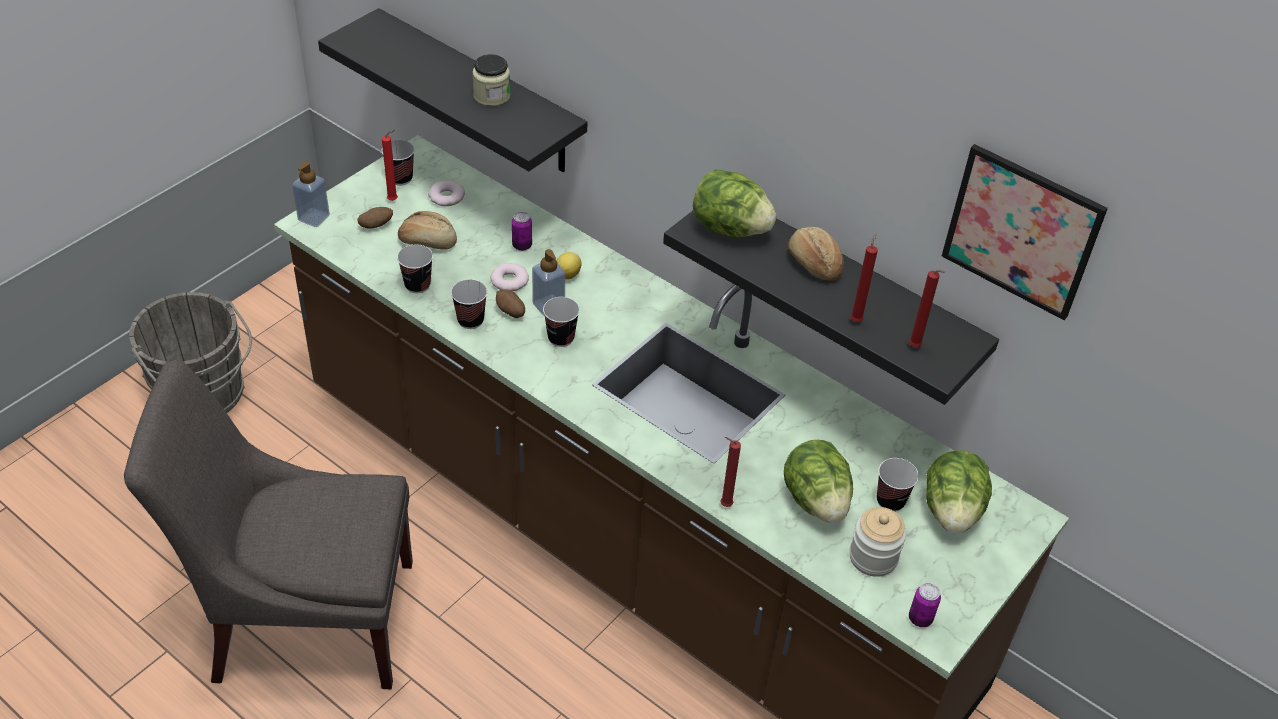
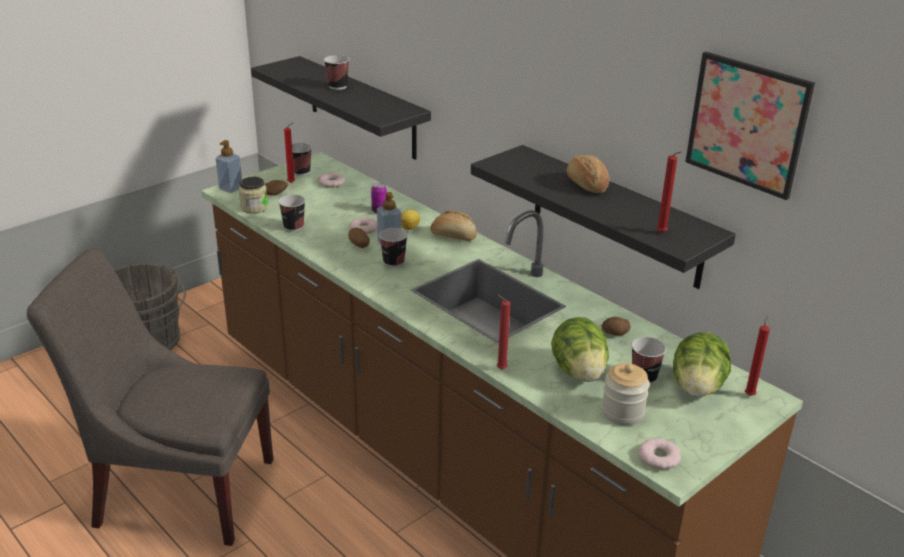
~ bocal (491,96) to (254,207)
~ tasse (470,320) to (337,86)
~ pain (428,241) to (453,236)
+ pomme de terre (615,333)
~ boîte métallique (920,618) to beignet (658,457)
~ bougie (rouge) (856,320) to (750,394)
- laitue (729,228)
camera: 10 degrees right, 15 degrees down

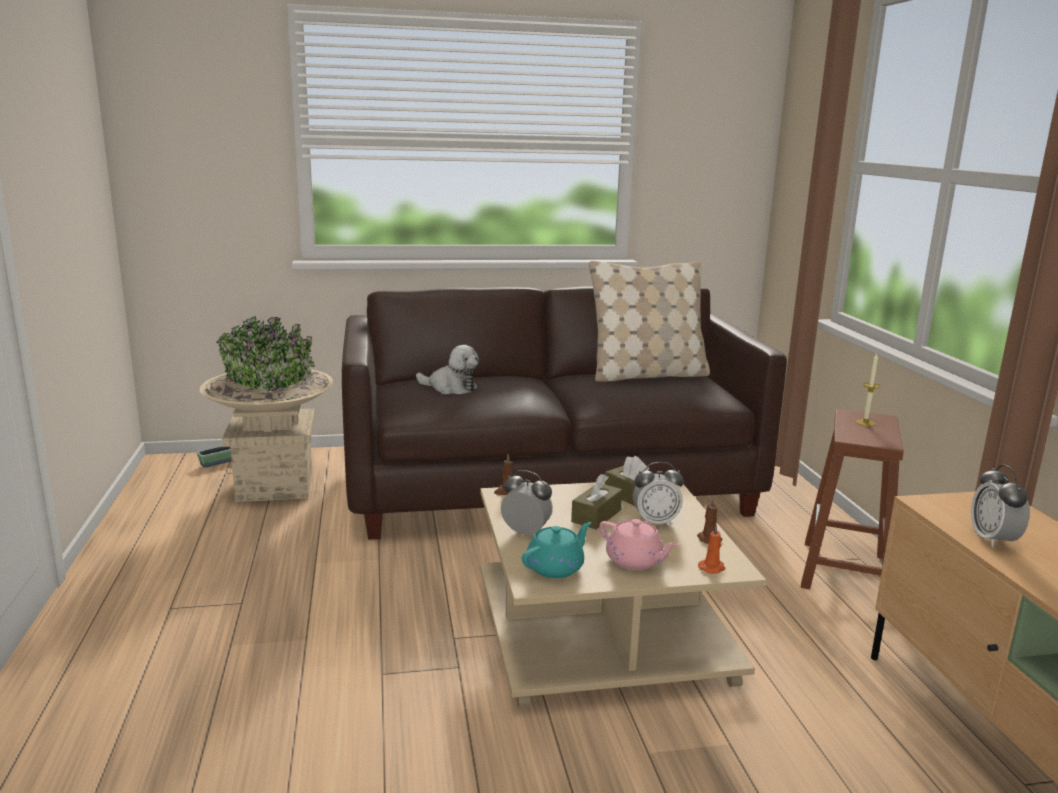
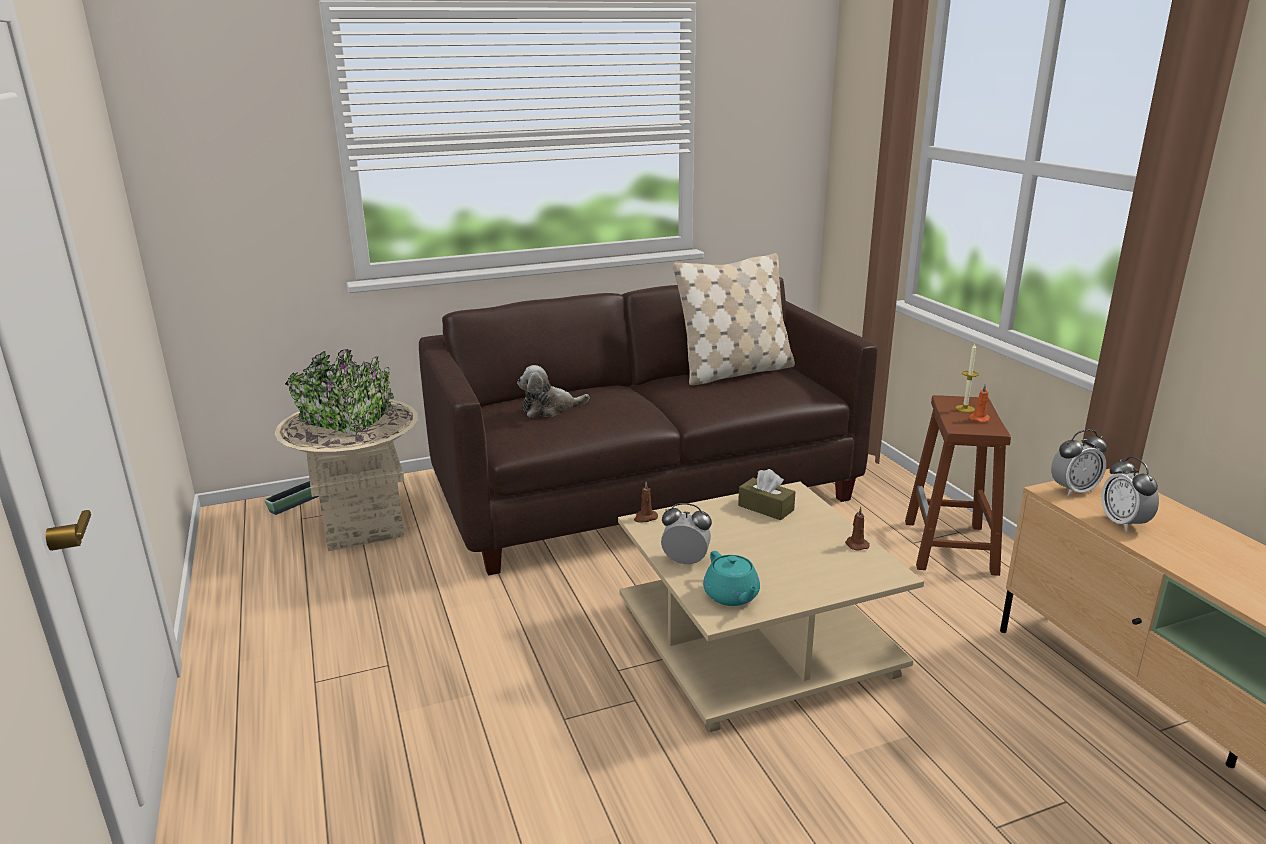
~ peluche (450,388) = (550,409) 150 degrees clockwise
~ théière (turquoise) (556,568) = (732,596) 120 degrees clockwise
~ bougie (orange) (712,568) to (980,419)
~ réveil (655,522) to (1073,490)
- boîte à mouchoirs (marron) (596,516)
- théière (rose) (635,561)
camera: 10 degrees left, 5 degrees up

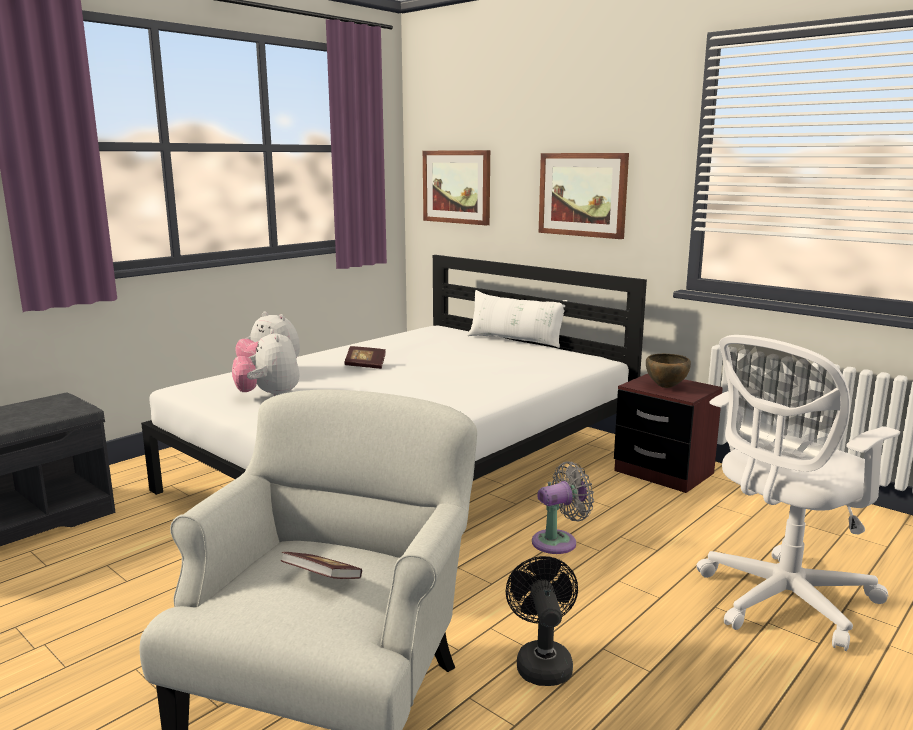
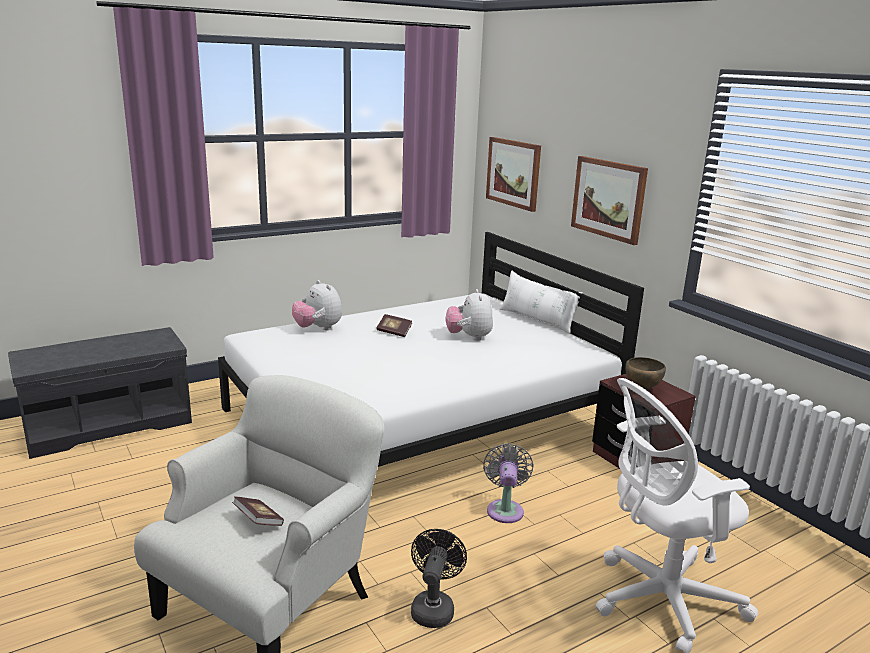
~ peluche (268,396) to (469,337)
~ ventilateur (gris) (558,541) = (505,509) 75 degrees counterclockwise
camera: 15 degrees right, 5 degrees up

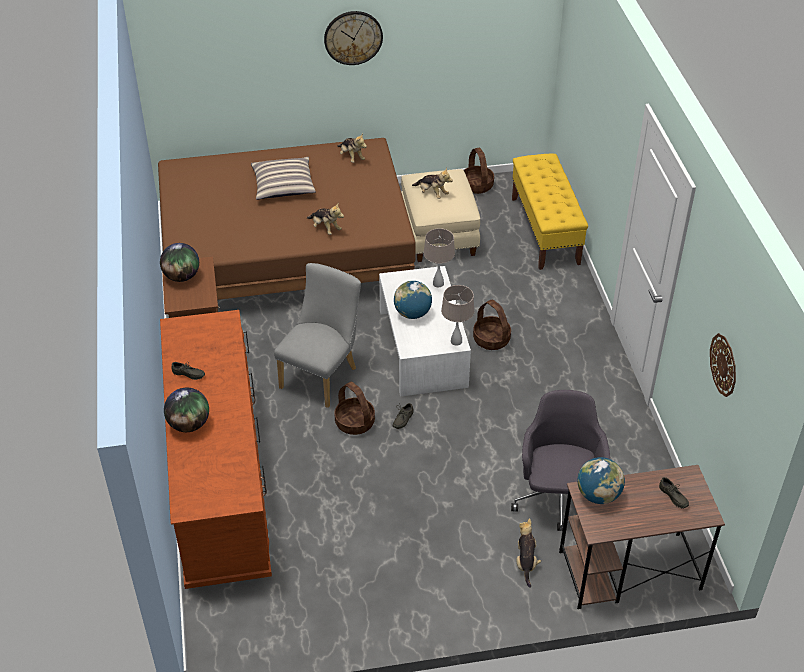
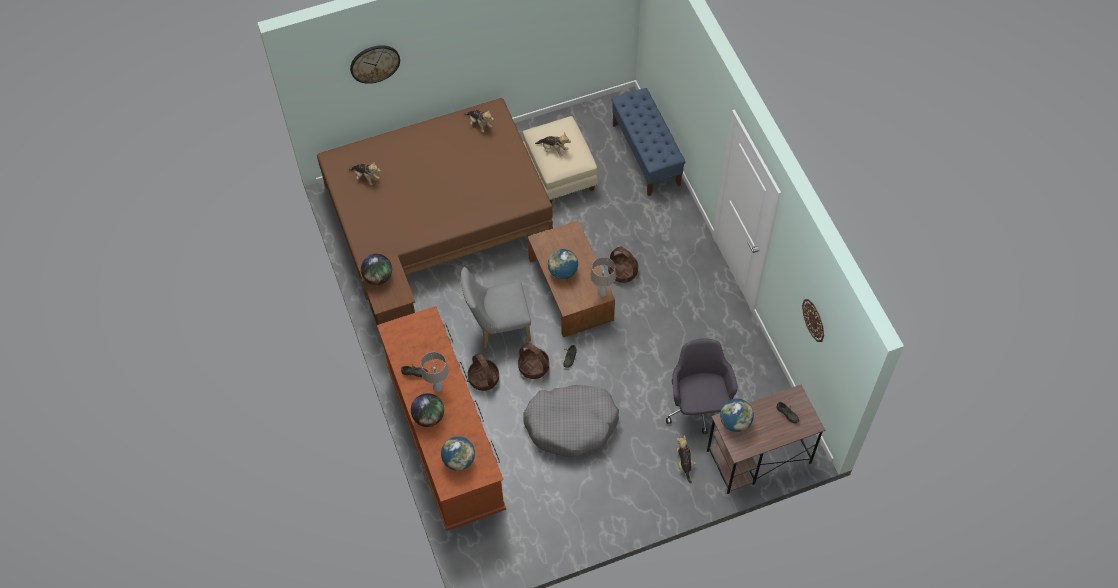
~ peluche (325,228) to (366,177)
~ horloge murale (353,37) to (374,63)
~ lampe de table (beige) (438,283) to (437,387)
+ globe (459,460)
~ chaise (gris) (322,375) = (498,328) 120 degrees counterclockwise
~ panier (476,185) to (483,378)
+ panier pour chien (gris) (571,424)
~ table basse (blanc) (422,348) to table basse (marron) (570,289)
~ banc (jaune) (545,231) to banc (bleu) (646,155)
- coussin (283,185)
camera: 10 degrees left, 15 degrees up

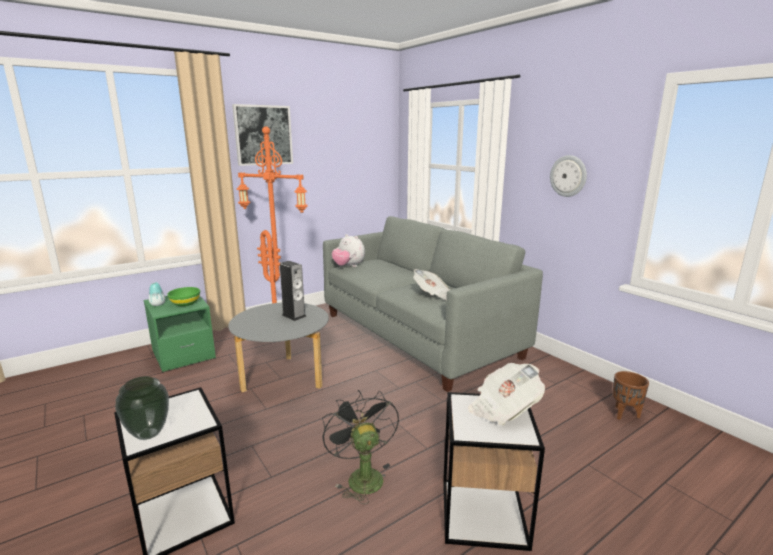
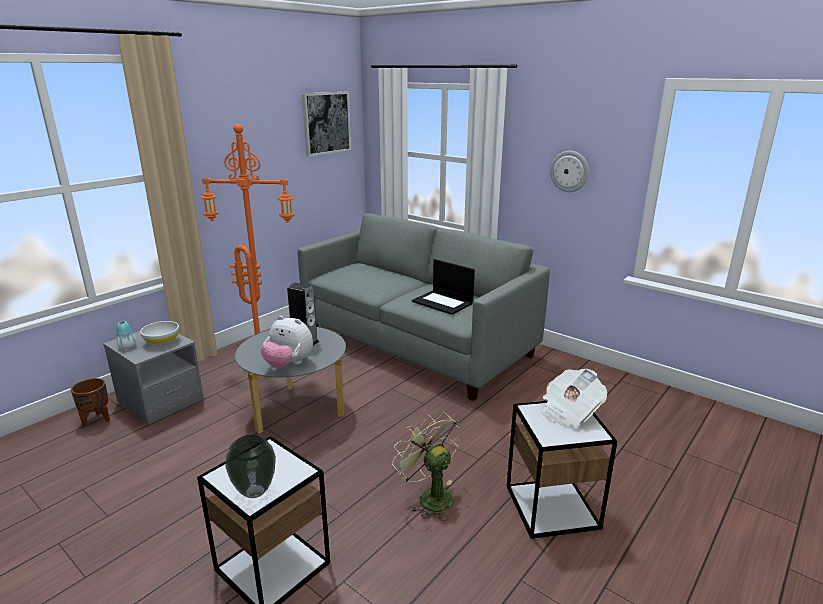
~ cache-pot (marron) (625,414) to (97,420)
~ table de chevet (vert) (183,355) to table de chevet (gris) (160,401)
~ bol (vert) (185,303) to bol (blanc) (162,341)
~ peluche (348,266) to (288,364)
~ tableau (263,135) to (326,123)
~ ventilateur (noir) (361,476) to ventilateur (vert) (430,496)
~ journal (432,295) to ordinateur portable (443,302)
camera: 15 degrees left, 5 degrees up

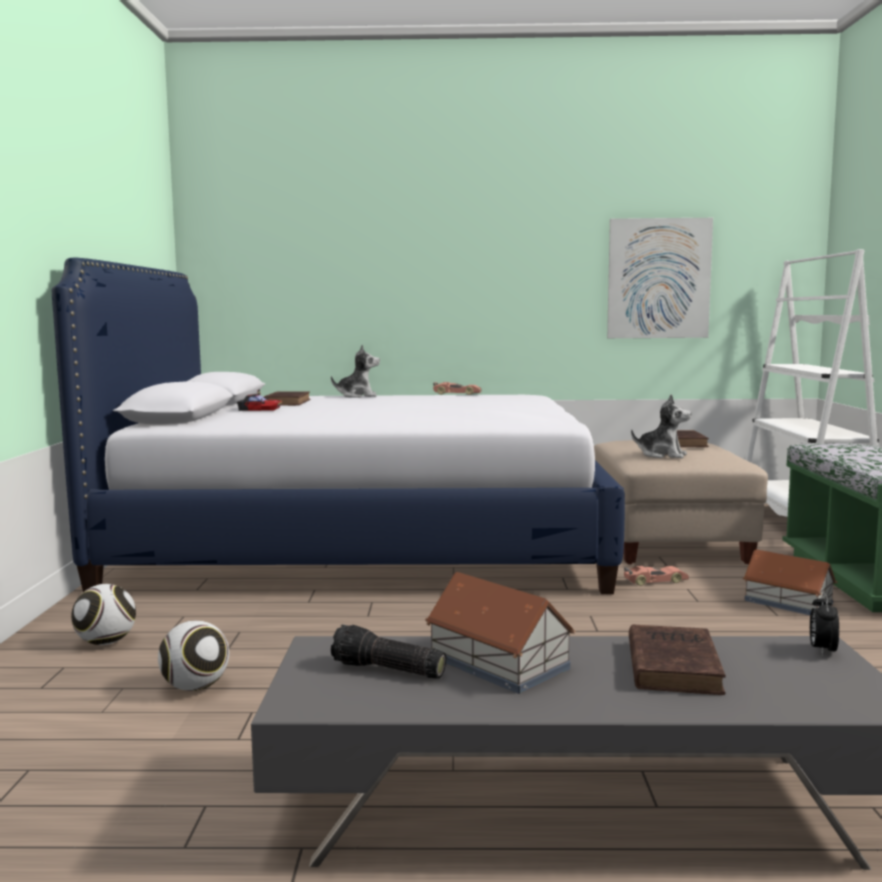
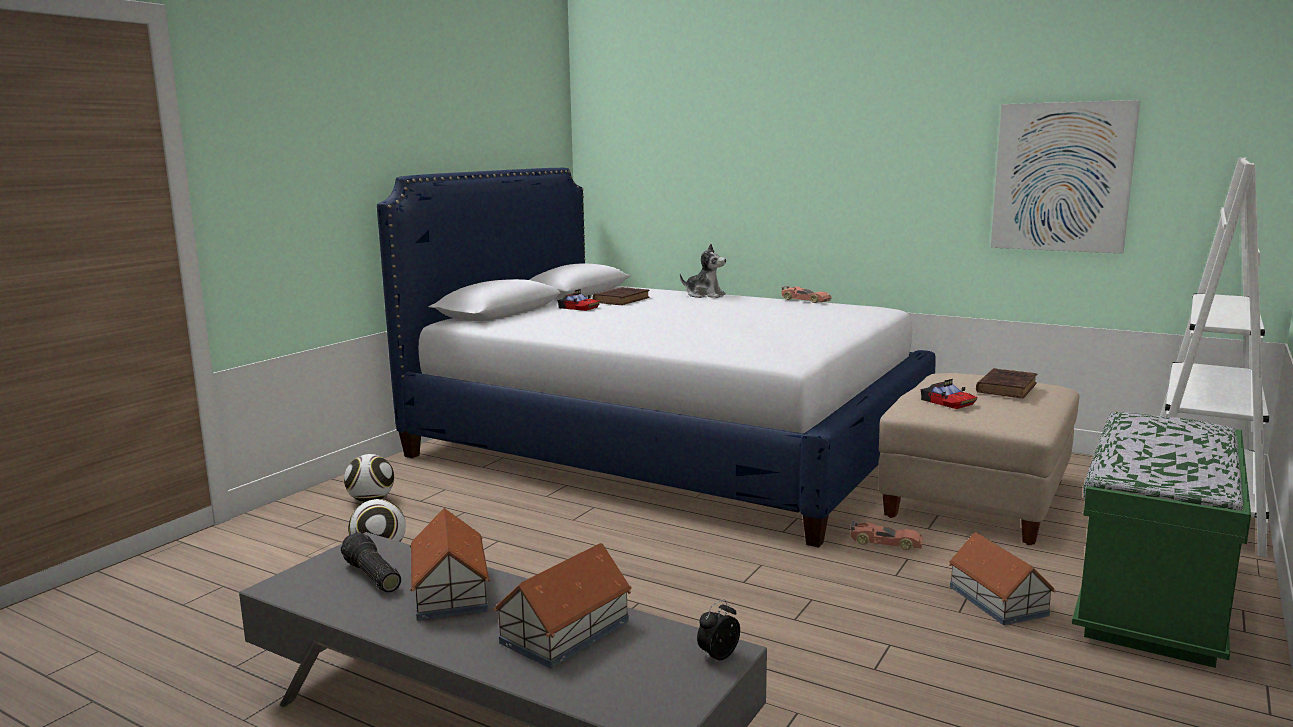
~ livre (marron) (672,665) to maison miniature (566,631)
~ peluche (662,455) to petite voiture (947,402)
camera: 30 degrees right, 5 degrees up

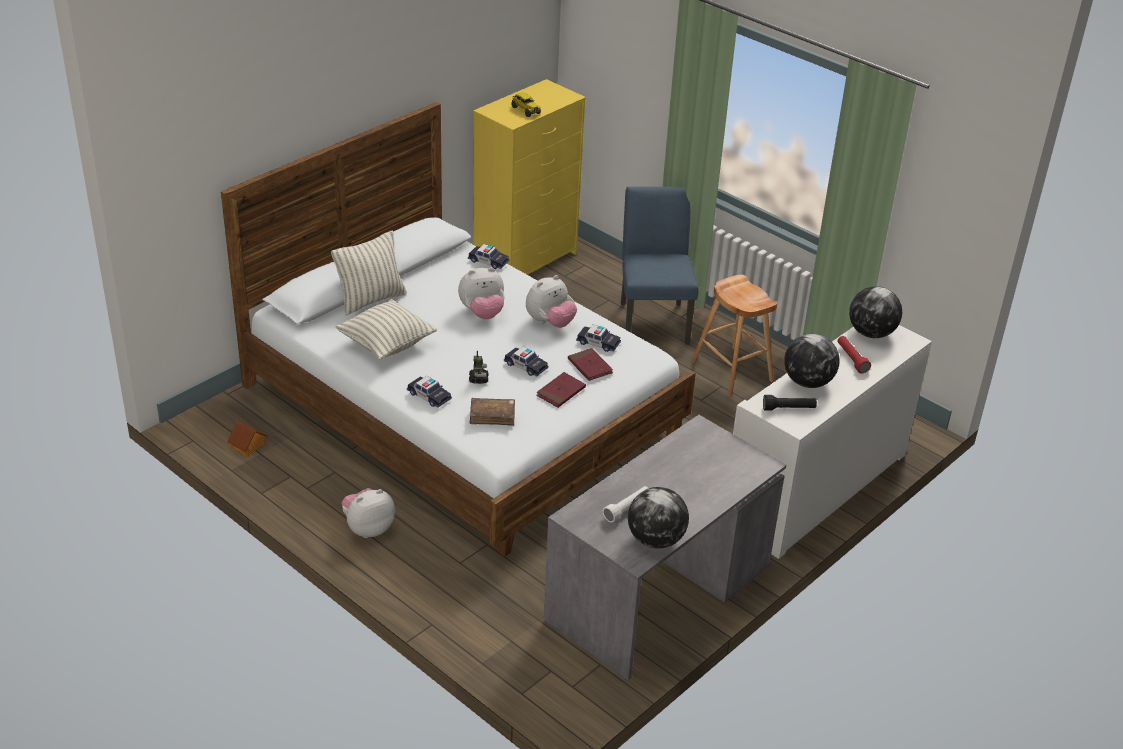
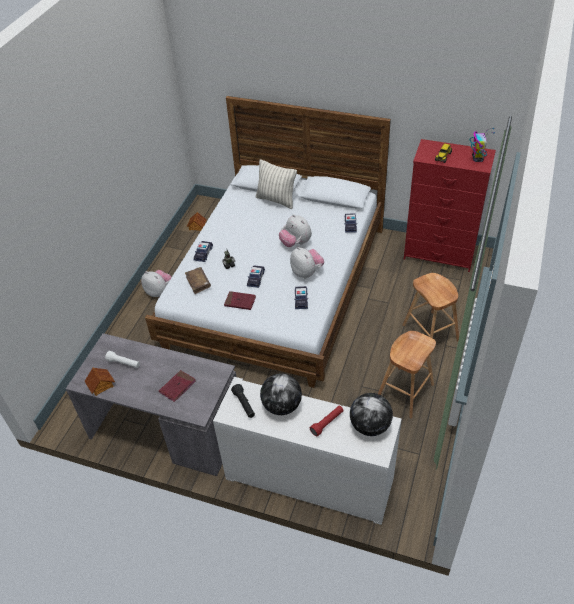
~ globe (656,540) to maison miniature (101,385)
~ livre (rouge) (590,366) to (177,387)
~ peluche (550,323) = (307,272) 150 degrees counterclockwise
~ chaise (bleu) (653,319) to tabouret (marron) (430,332)
~ commode (jaune) (526,261) to commode (rouge) (440,254)
+ robot jouet (477,158)
- coussin (387,345)
camera: 70 degrees right, 10 degrees up

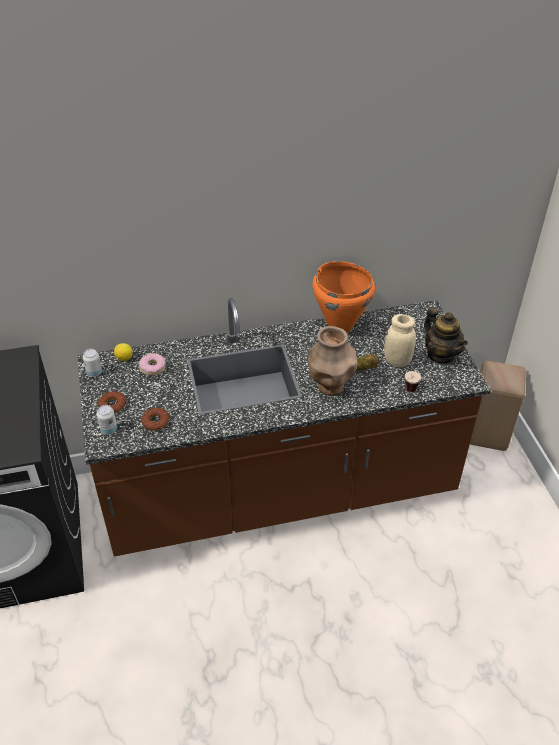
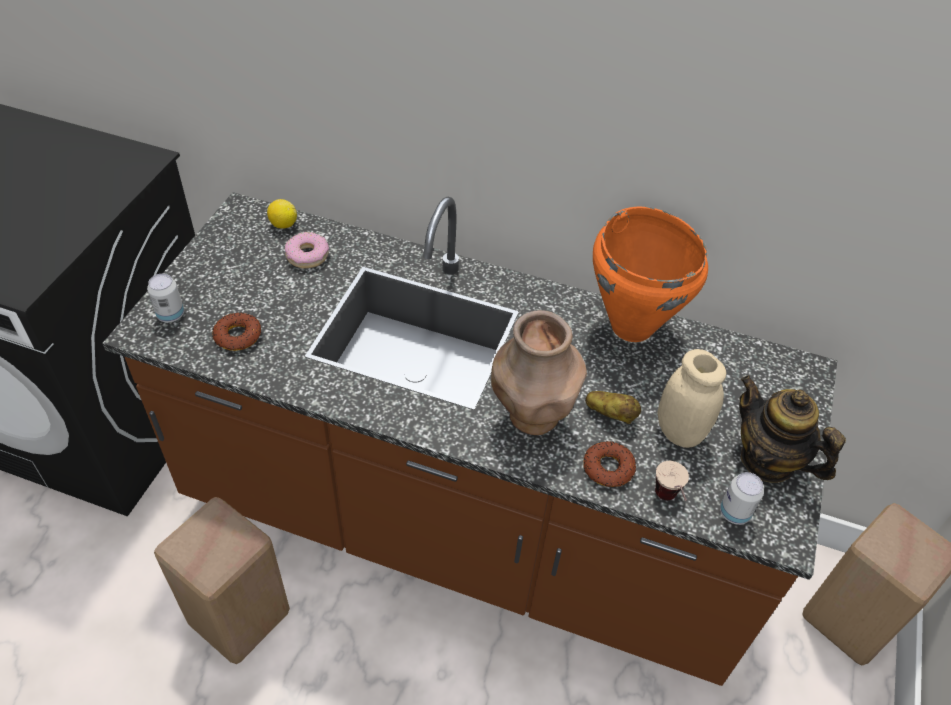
+ tabouret (beige) (236,617)
~ beignet (112,405) to (608,468)
~ boîte métallique (94,372) to (734,513)
~ théière (441,355) = (768,460) 135 degrees clockwise
camera: 30 degrees right, 5 degrees up

